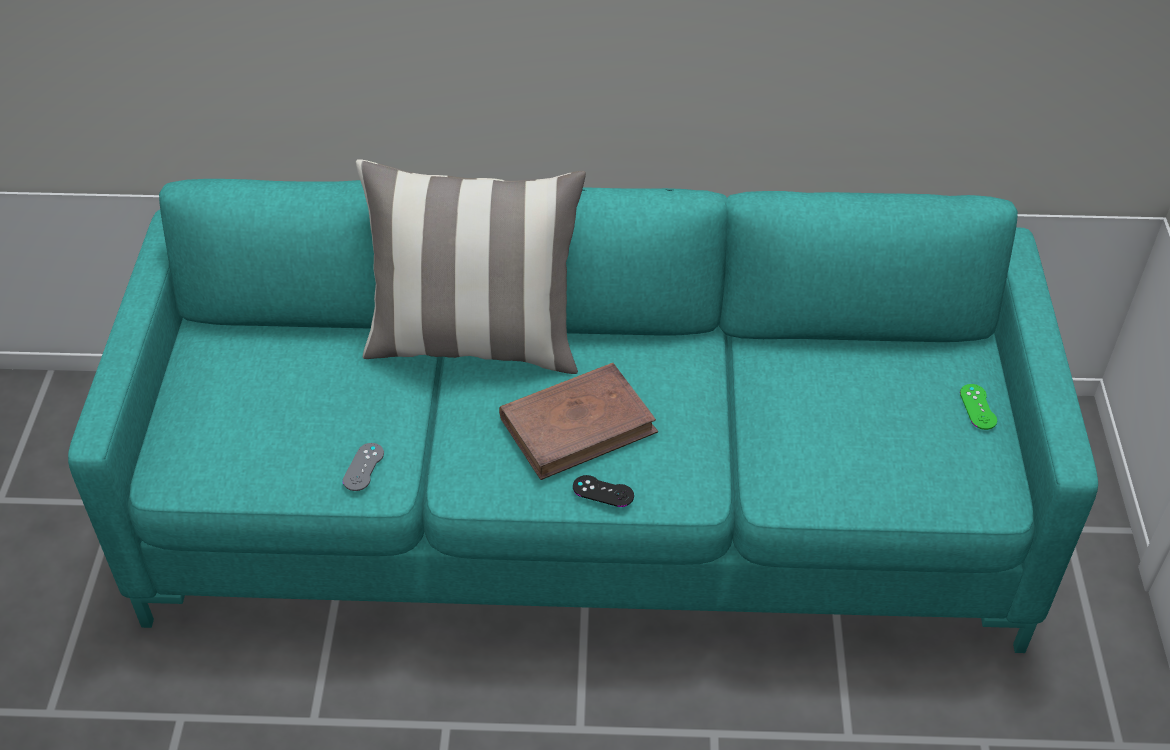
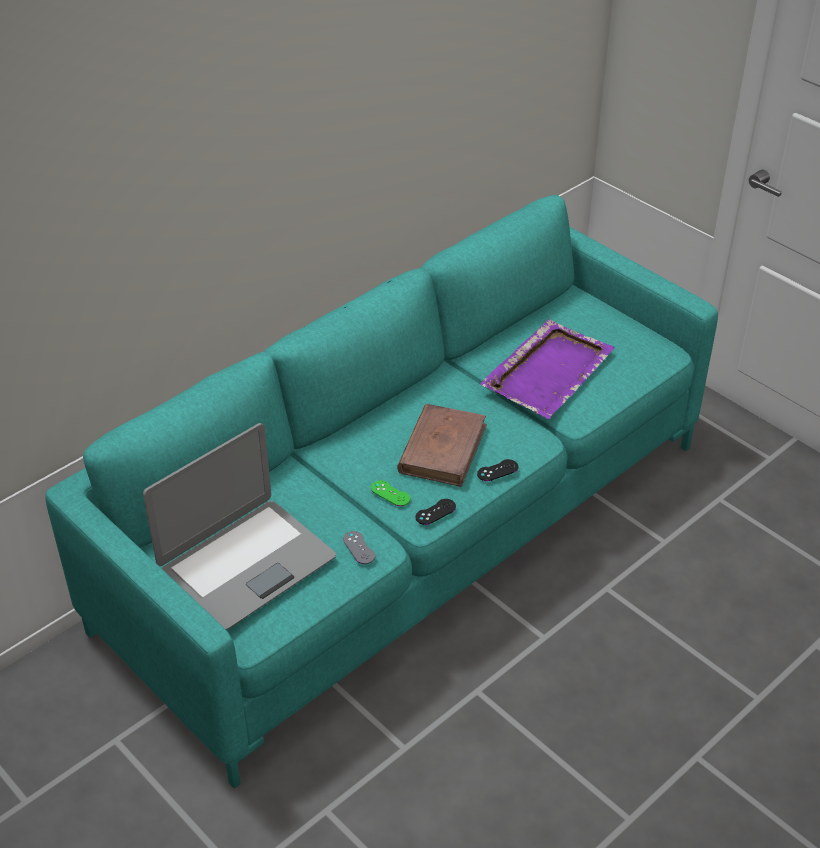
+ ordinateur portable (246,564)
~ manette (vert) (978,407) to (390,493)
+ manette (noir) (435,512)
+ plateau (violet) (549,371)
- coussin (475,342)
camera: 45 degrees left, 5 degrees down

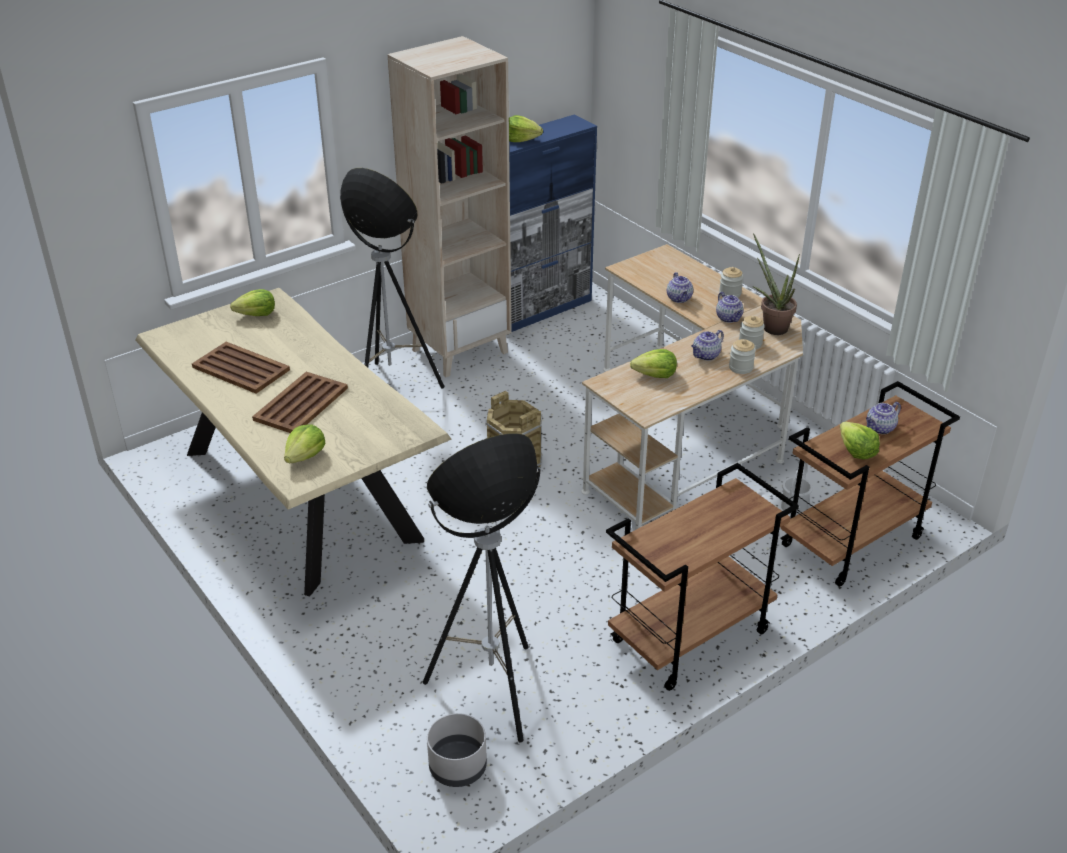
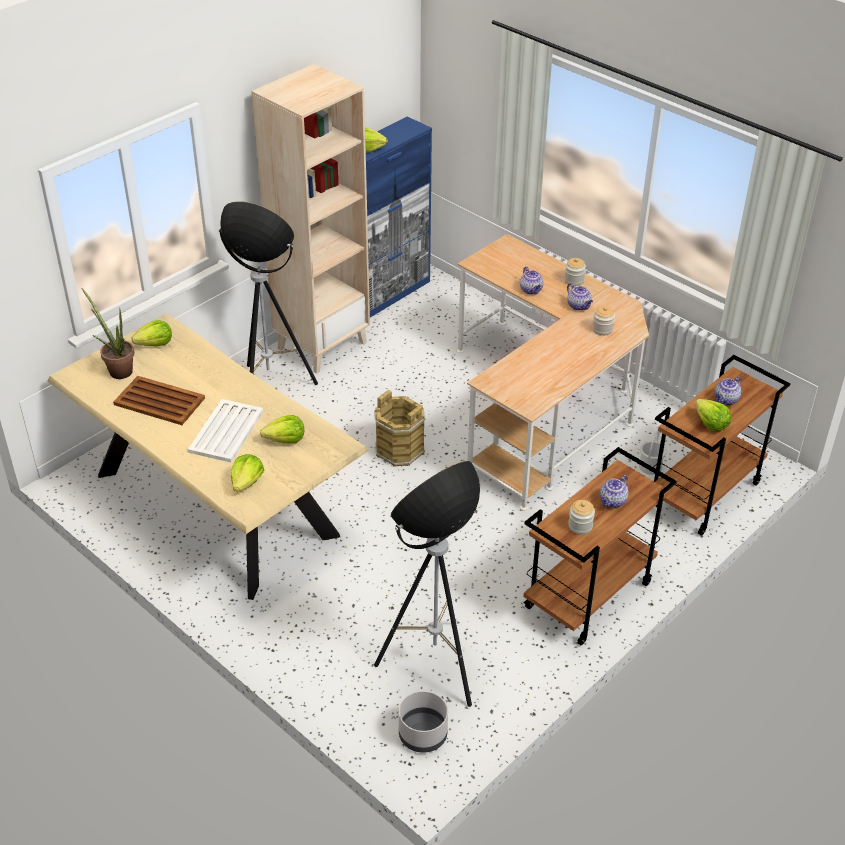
~ plante en pot (771,326) to (117,369)
~ plateau (marron) (302,403) to plateau (blanc) (227,431)
~ laitue (655,375) to (285,440)
~ bocal (741,367) to (580,526)
~ théière (706,356) to (612,501)
camera: 10 degrees left, 5 degrees up

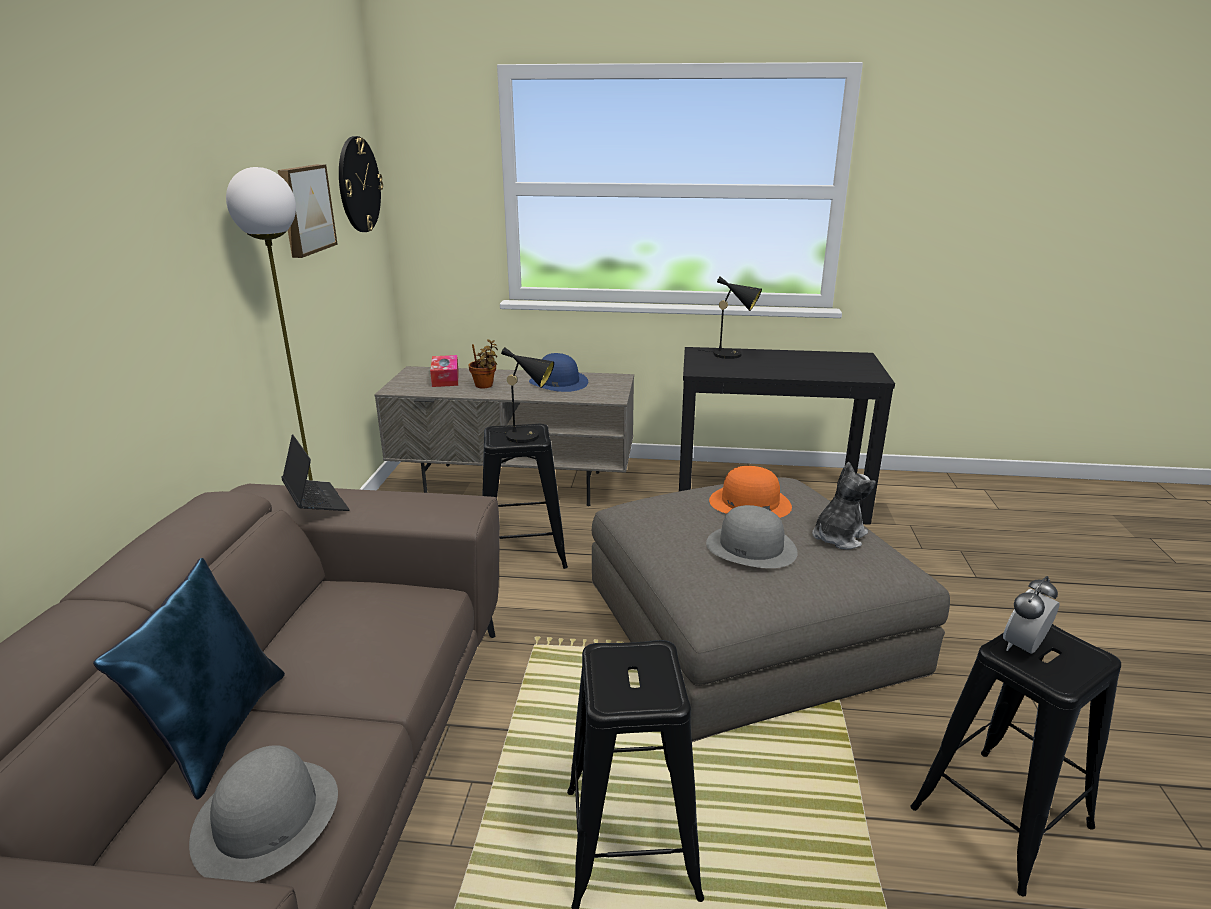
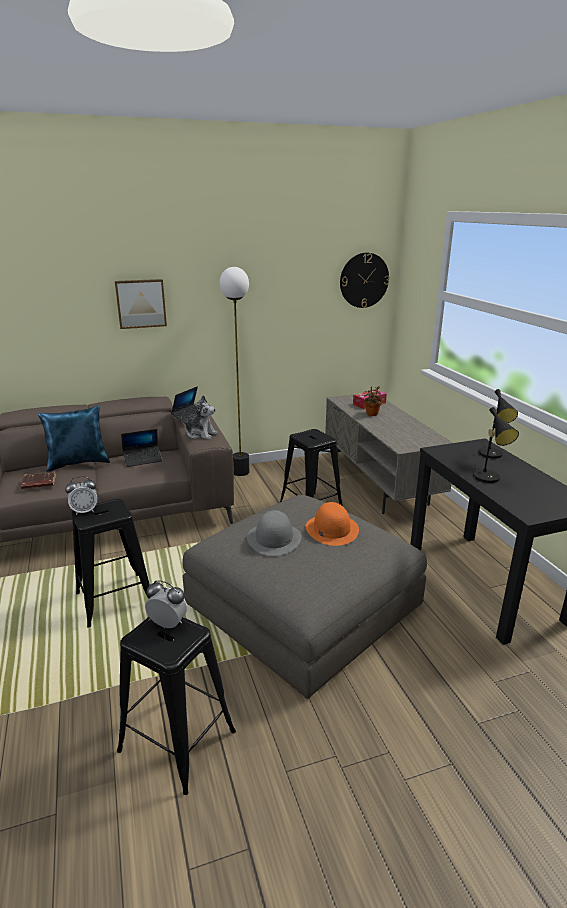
~ chapeau (gris) (267,818) to livre (marron) (38,483)
+ réveil (84,511)
~ tableau (304,209) to (141,303)
+ ordinateur portable (143,459)
~ peluche (837,537) to (200,434)
~ lampe de table (noir) (528,436) to (489,479)
- chapeau (bleu) (558,382)
camera: 65 degrees right, 0 degrees up

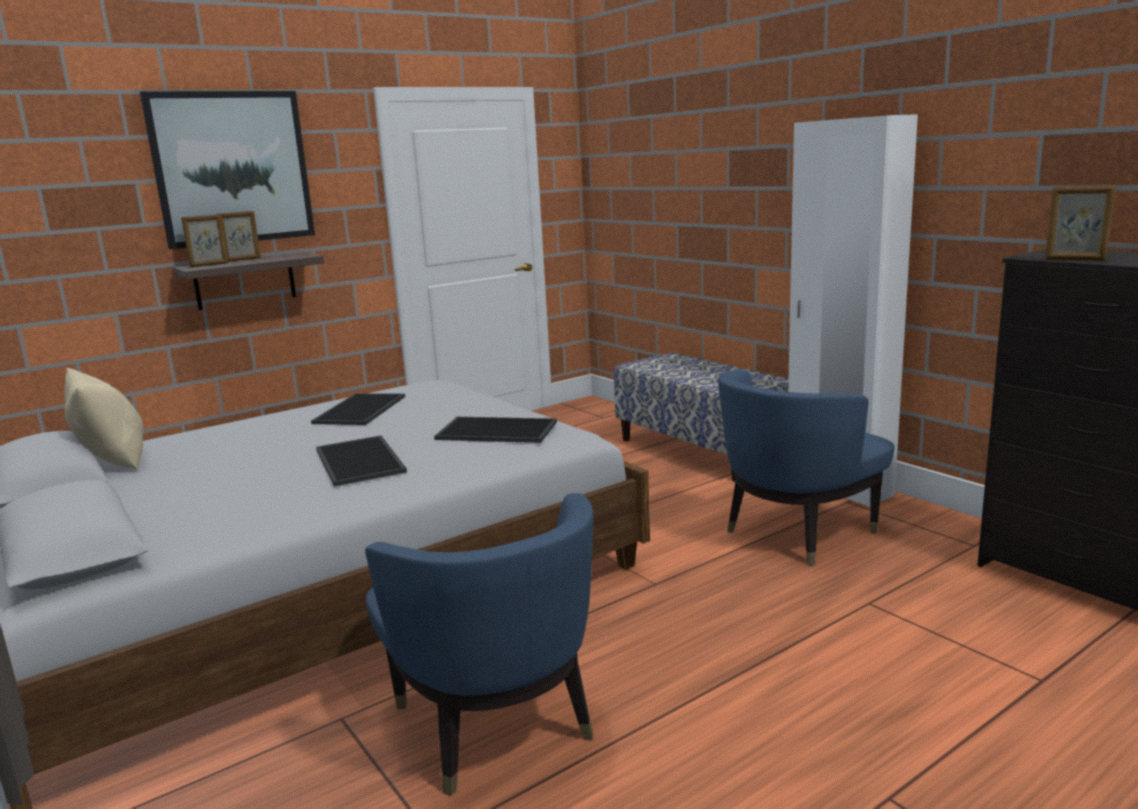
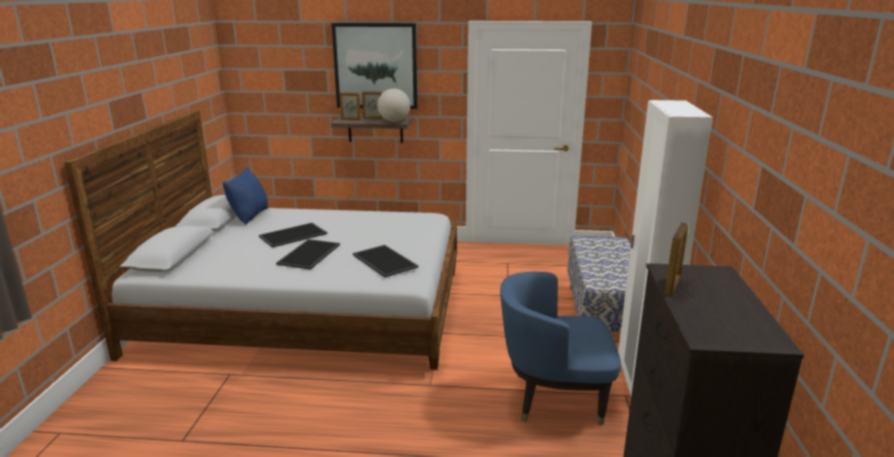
~ coussin (beige) (114,460) to coussin (bleu) (249,216)
~ plateau (361,410) to (293,235)
+ globe (394,121)
~ cadre photo (1075,259) = (672,286) 135 degrees counterclockwise
- fauteuil (bleu) (494,725)
camera: 40 degrees right, 5 degrees up

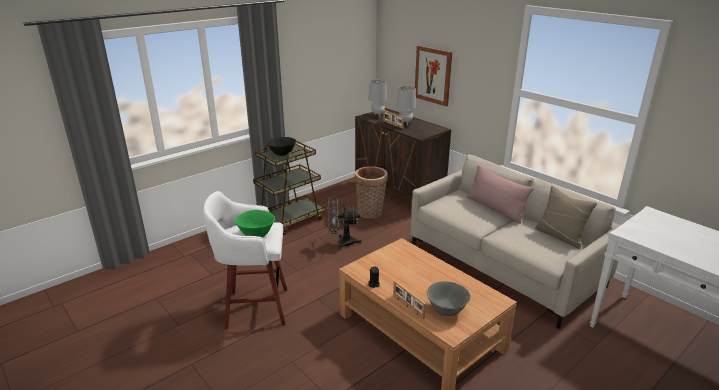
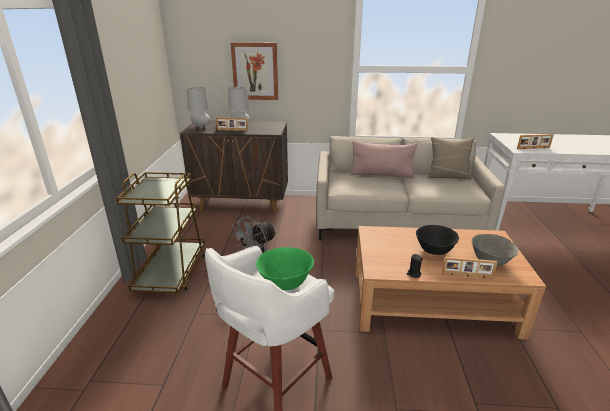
~ bol (noir) (282,154) to (434,251)
+ cadre photo (533,148)
- panier (370,213)
camera: 45 degrees left, 0 degrees up

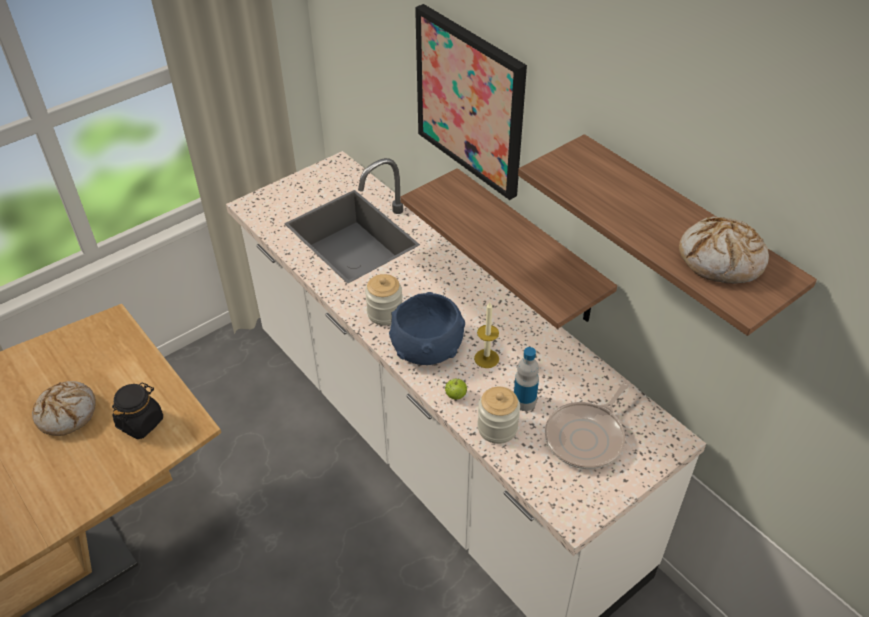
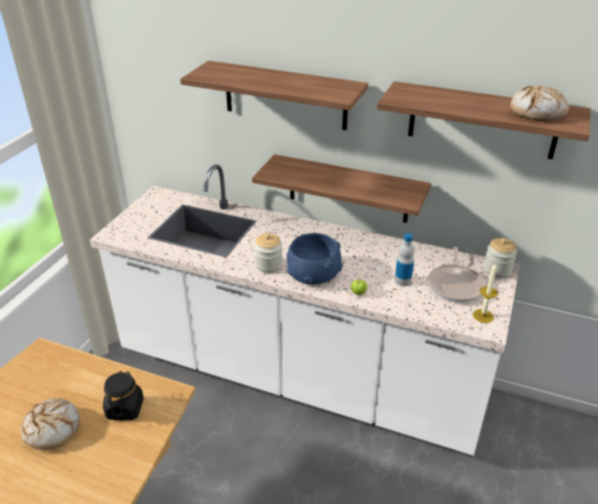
~ tableau (471,101) to étagère (285,95)
~ bougie (486,358) to (483,316)
~ bocal (497,428) to (497,270)
camera: 30 degrees left, 10 degrees down

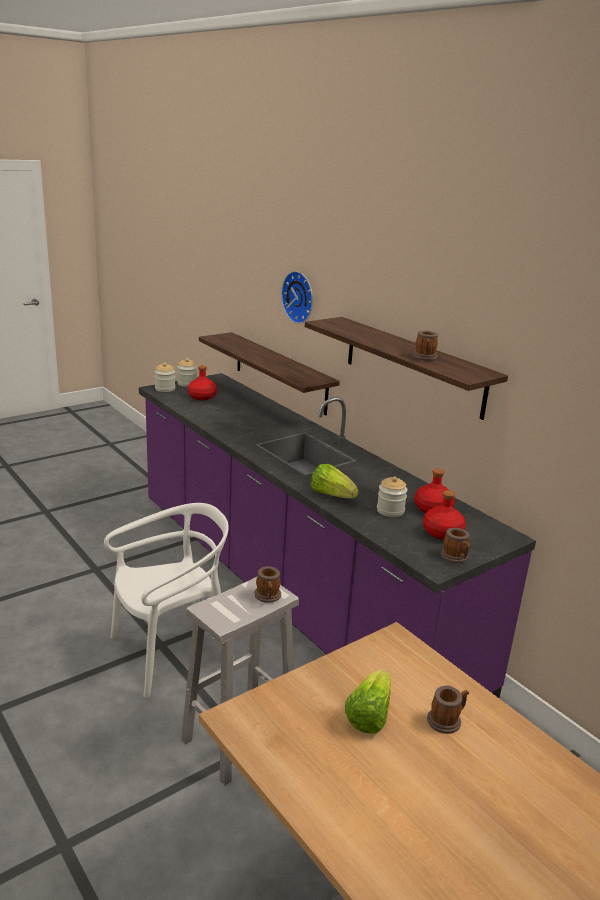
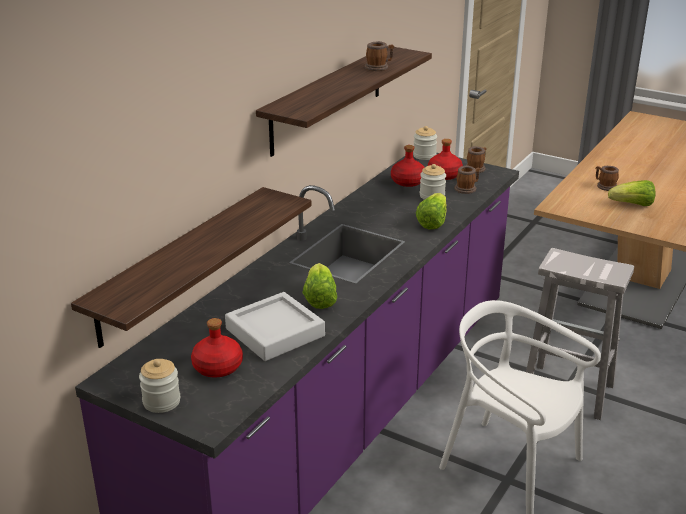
+ plateau (gris) (275,332)
+ laitue (319,298)
~ bocal (165,389) to (424,156)
~ mug (268,597) to (467,188)
- horloge murale (300,297)
camera: 110 degrees left, 5 degrees up

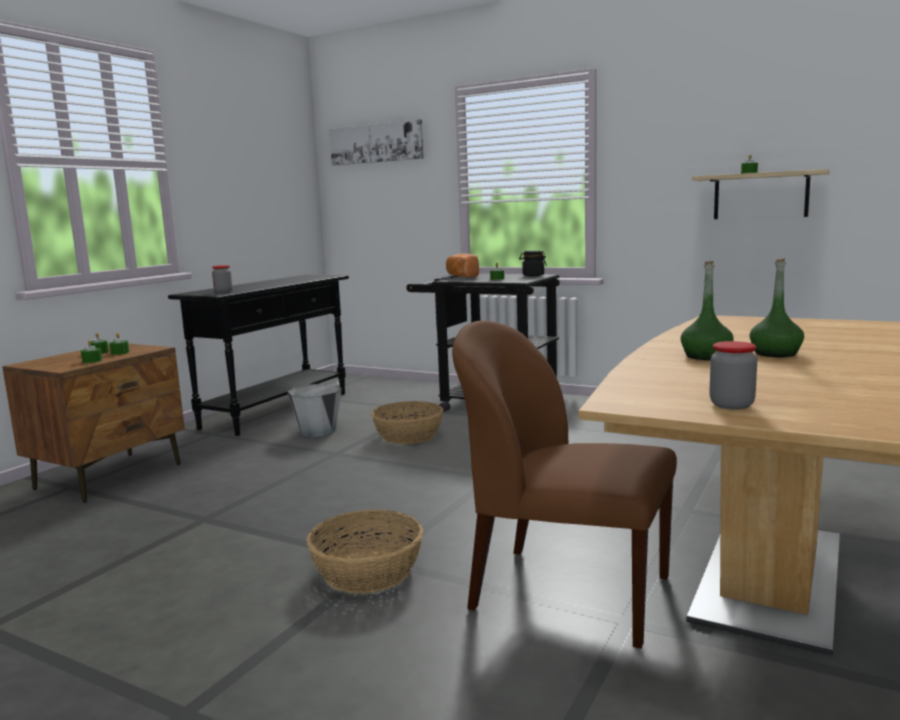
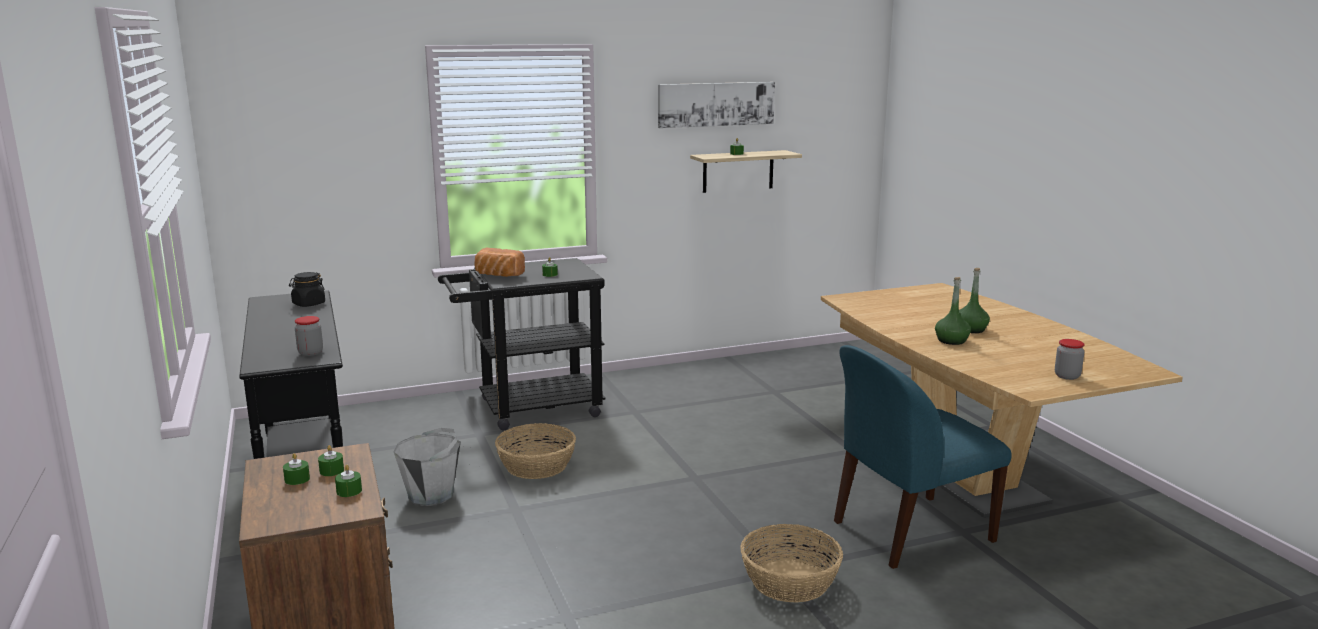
~ bocal (noir) (533,275) to (308,304)
~ tableau (376,143) to (716,104)
~ chaise (marron) (566,592) to chaise (bleu) (909,532)
camera: 50 degrees left, 5 degrees up

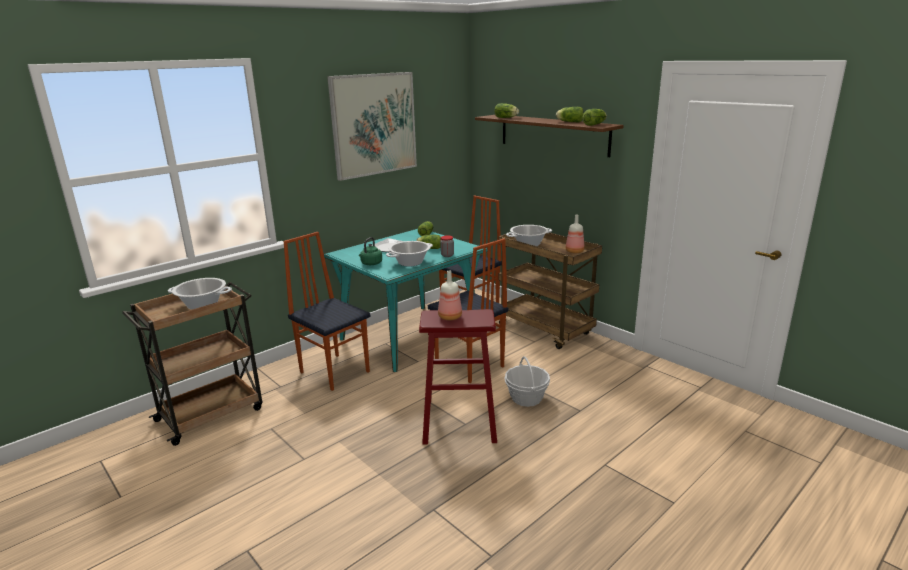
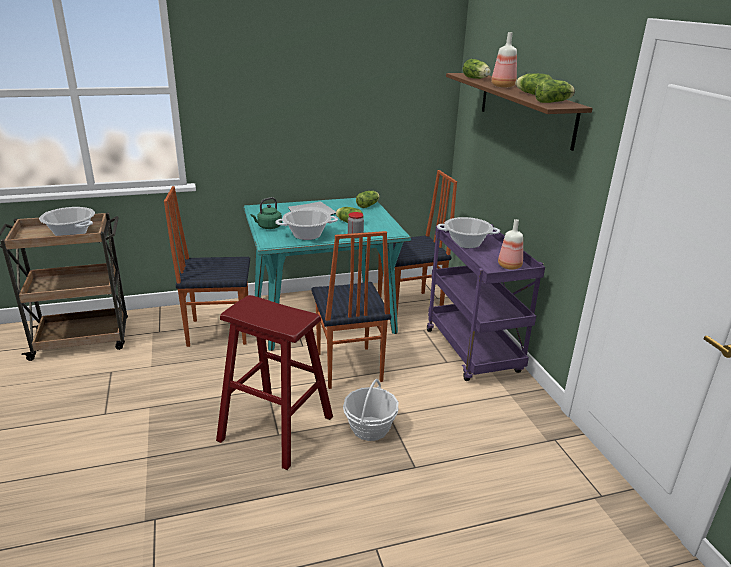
~ chaise (335,371) = (218,331) 75 degrees counterclockwise
~ chariot (marron) (546,330) to chariot (violet) (474,352)
~ bouteille (449,317) to (502,86)
- tableau (374,124)
camera: 25 degrees right, 5 degrees up

